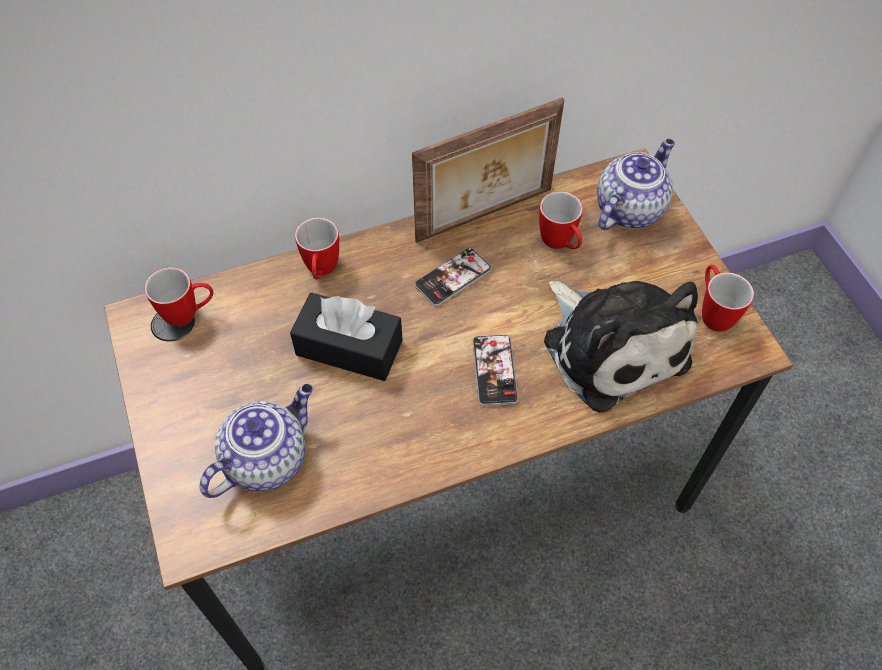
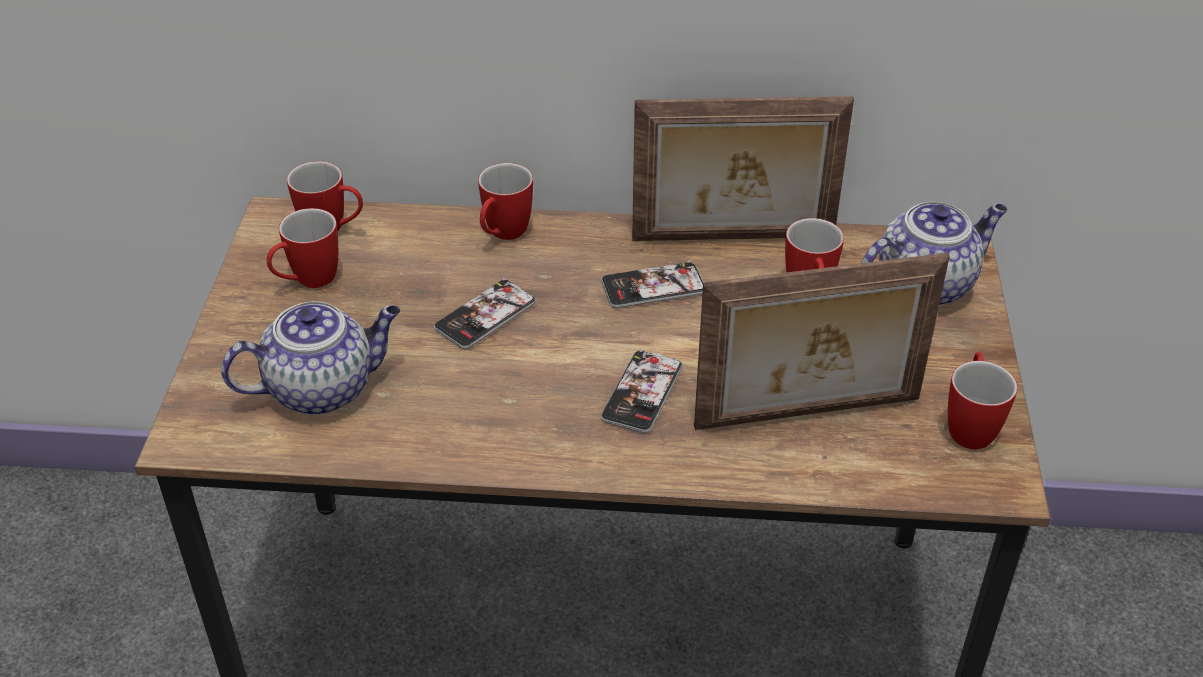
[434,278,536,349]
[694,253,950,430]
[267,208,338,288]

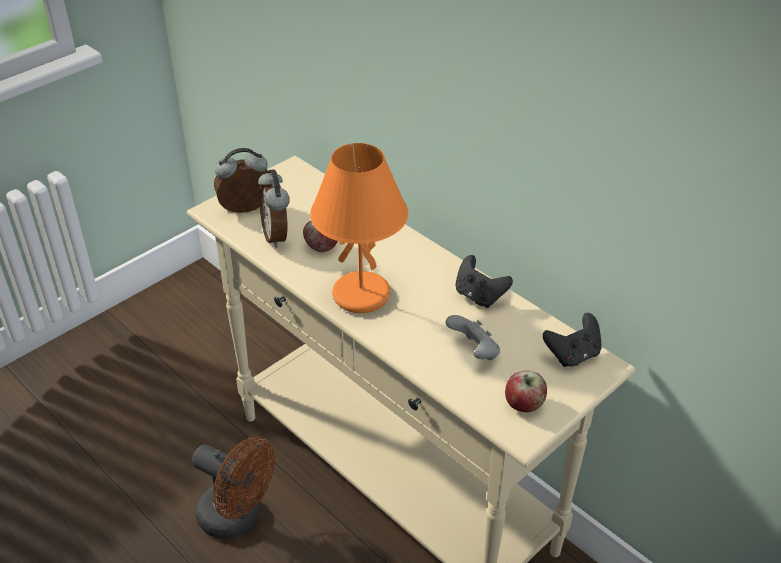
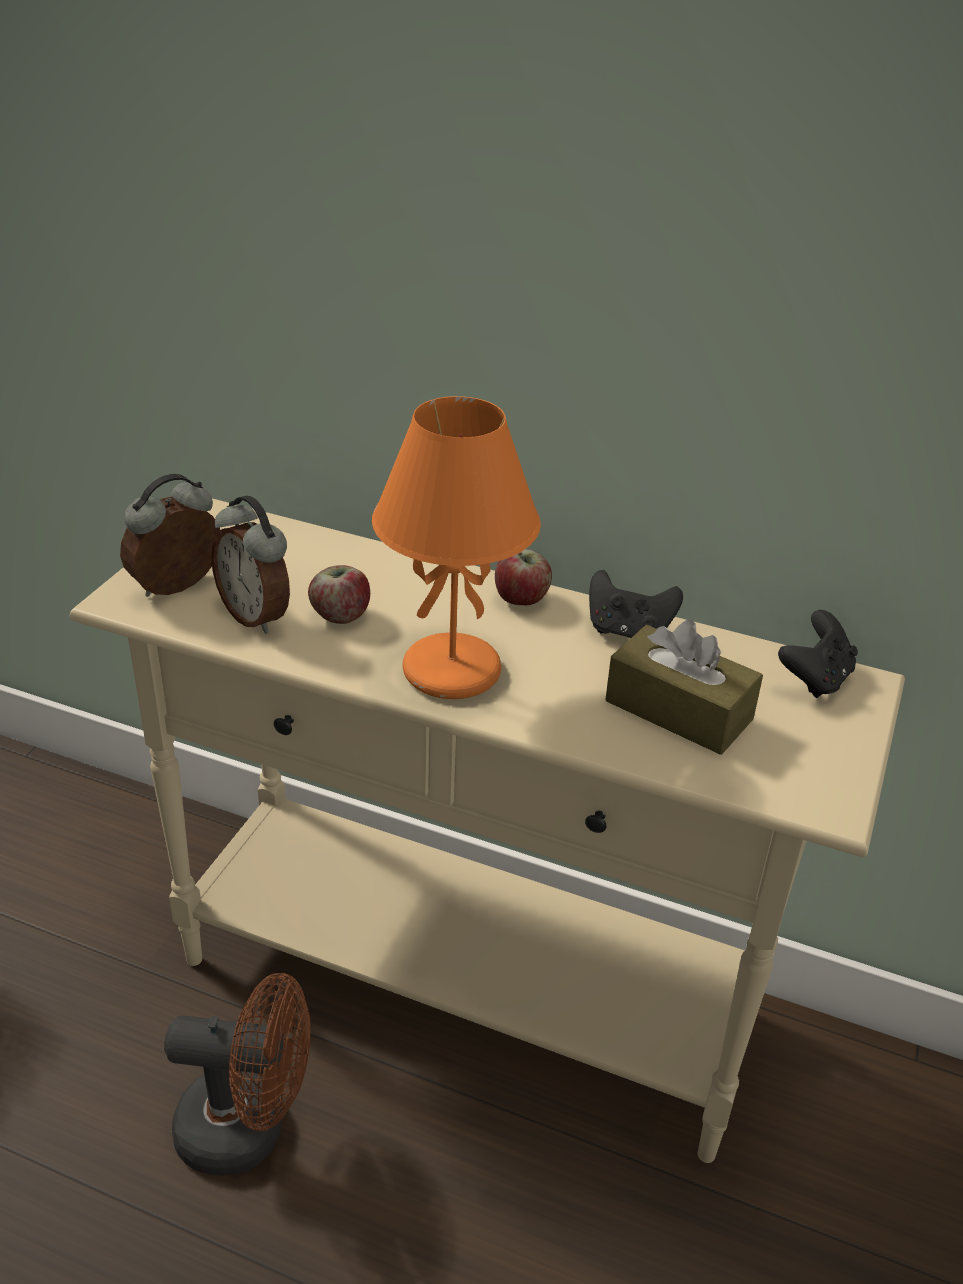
[605,620,763,755]
[495,549,552,605]

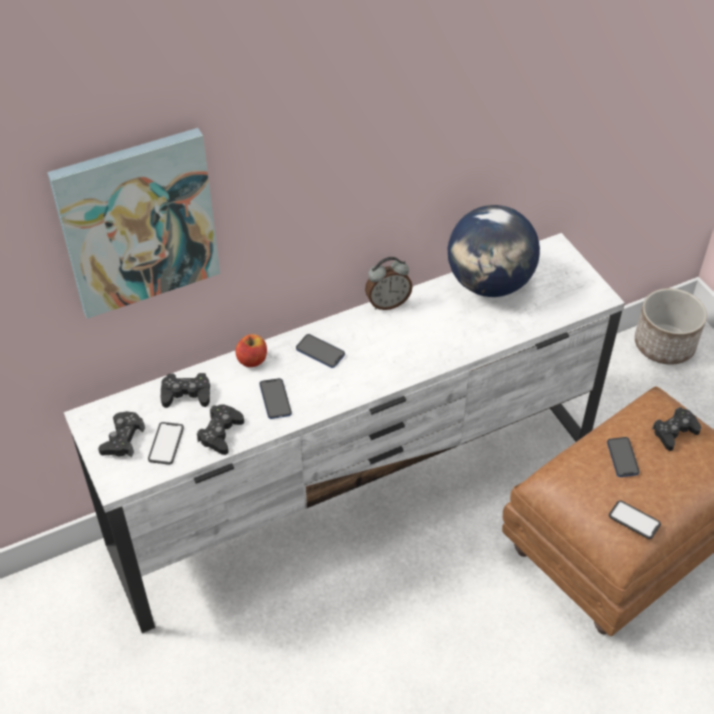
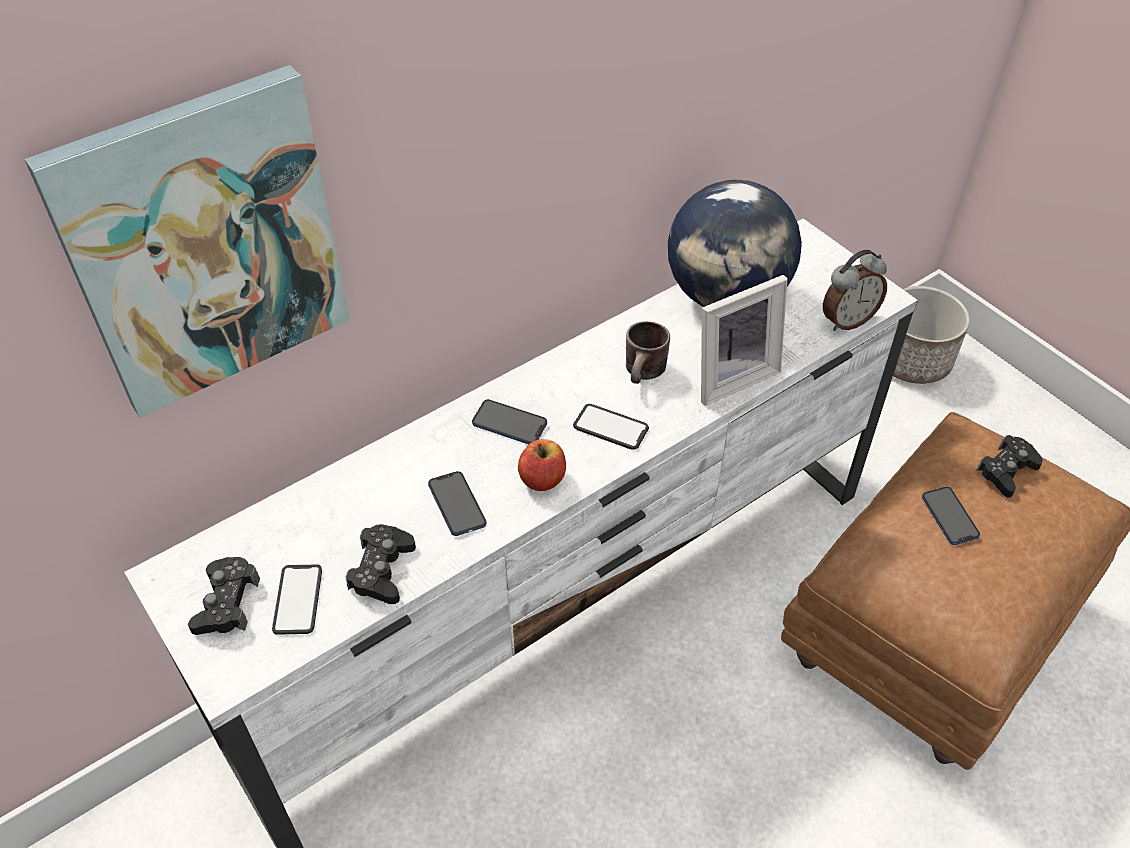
[160,373,210,408] (first image)
[518,439,566,491]
[823,250,887,331]
[573,404,649,450]
[626,321,670,384]
[701,275,788,406]

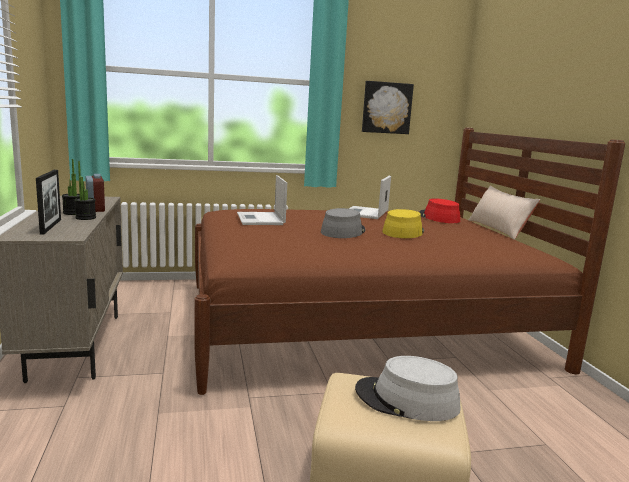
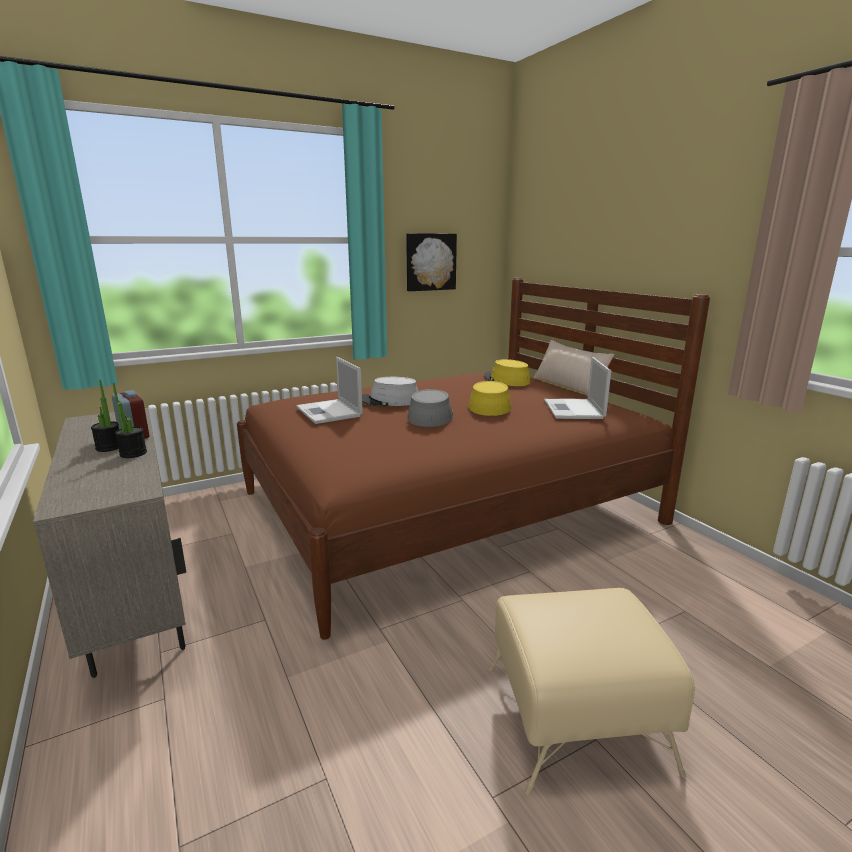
[36,170,61,234] (first image)
[544,357,611,419]
[362,377,418,406]
[484,359,530,386]

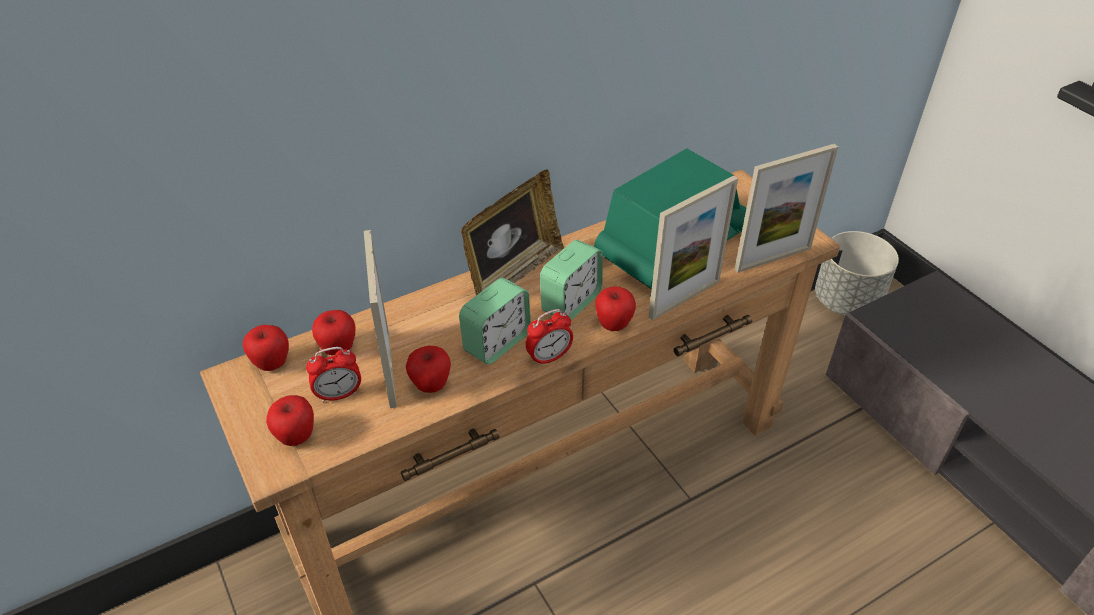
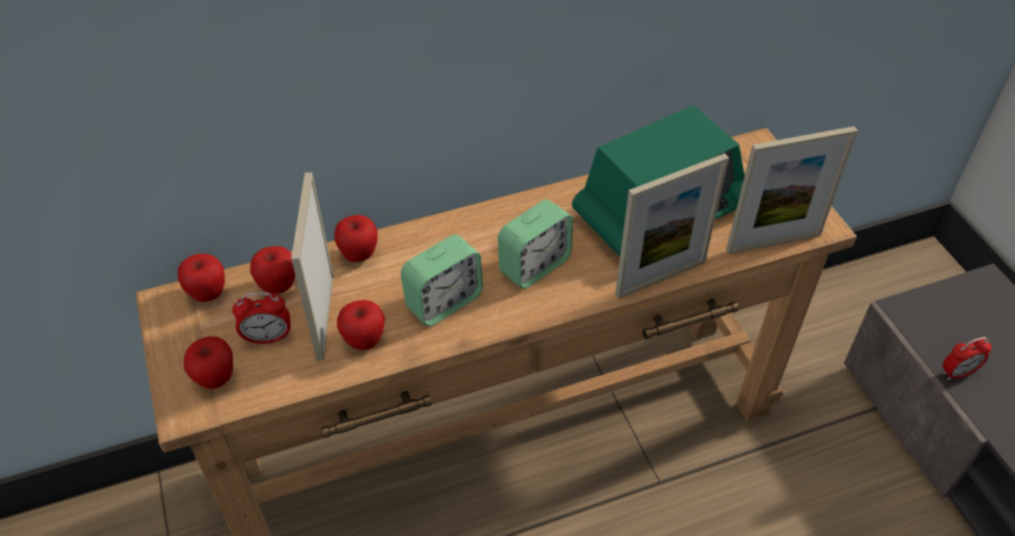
[461,170,564,295] (first image)
[943,337,992,380]
[335,215,378,262]
[815,231,899,316] (first image)

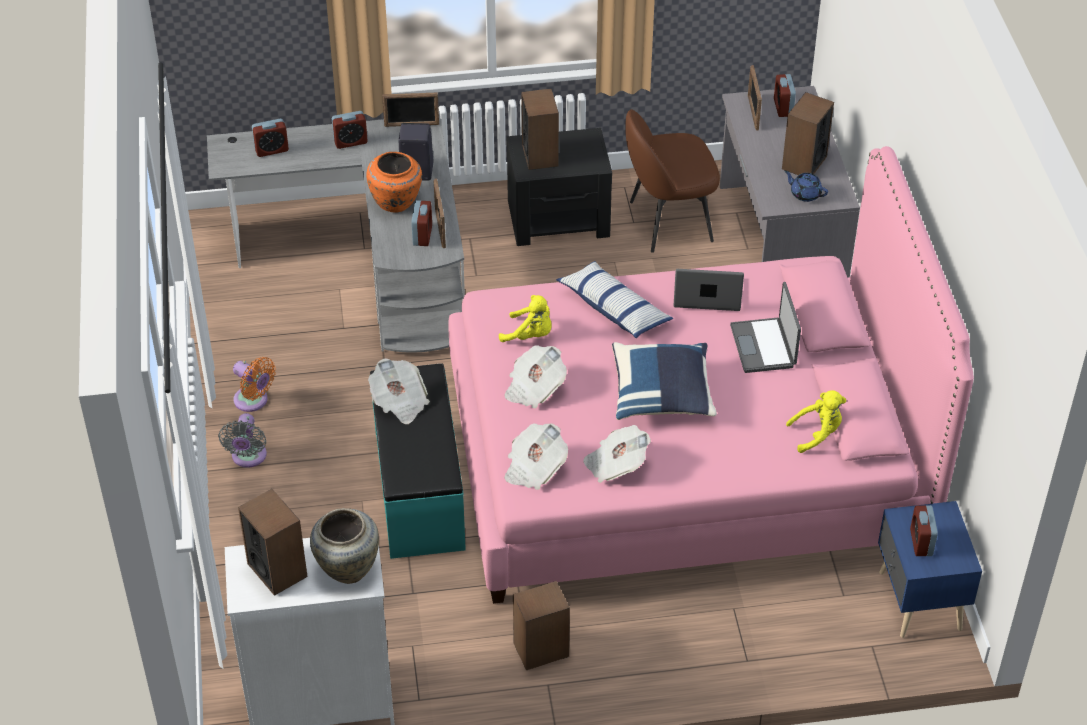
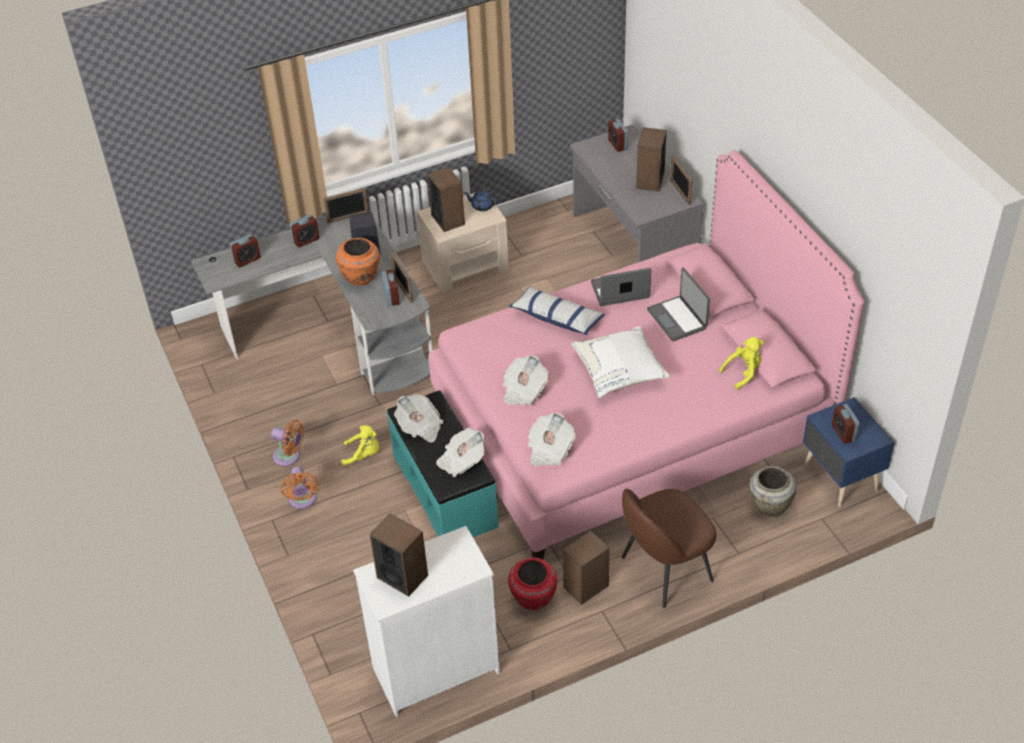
[280,466,319,509]
[749,466,797,517]
[341,425,379,466]
[417,192,509,293]
[436,428,485,477]
[571,326,670,398]
[622,488,717,608]
[670,156,692,205]
[464,190,499,211]
[508,557,557,610]

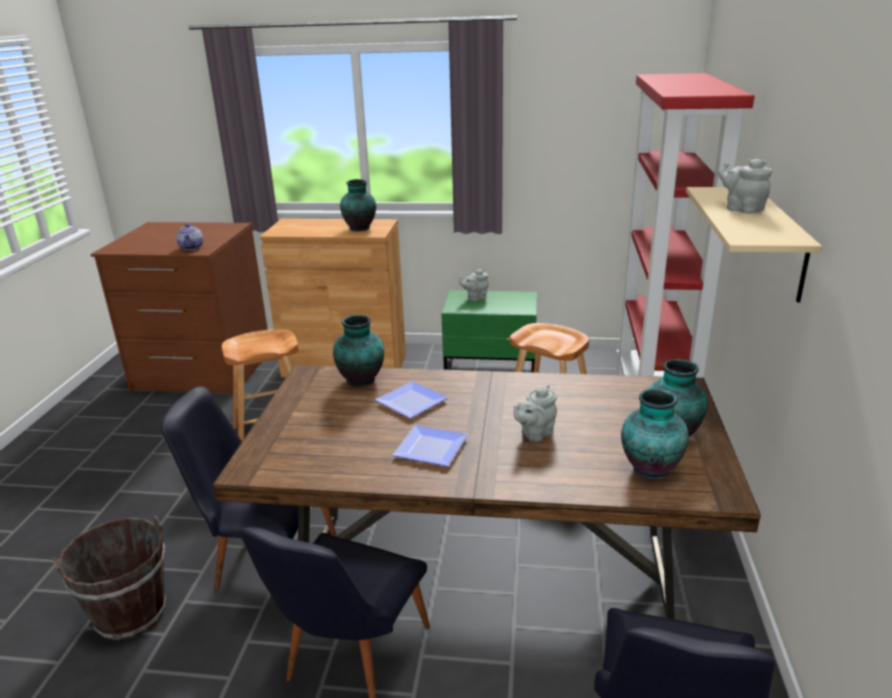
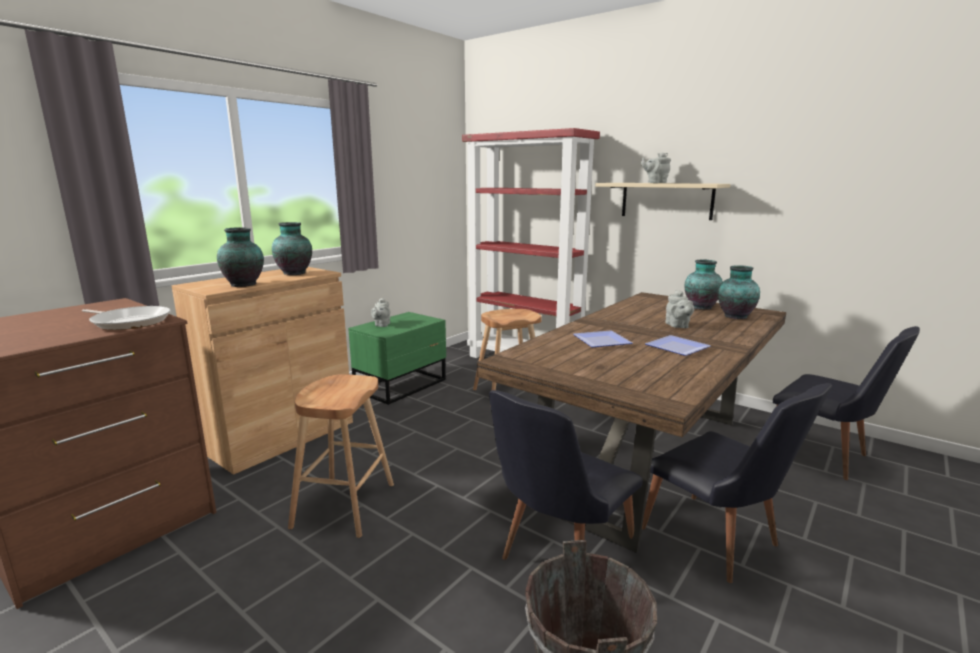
[82,306,170,330]
[217,227,264,287]

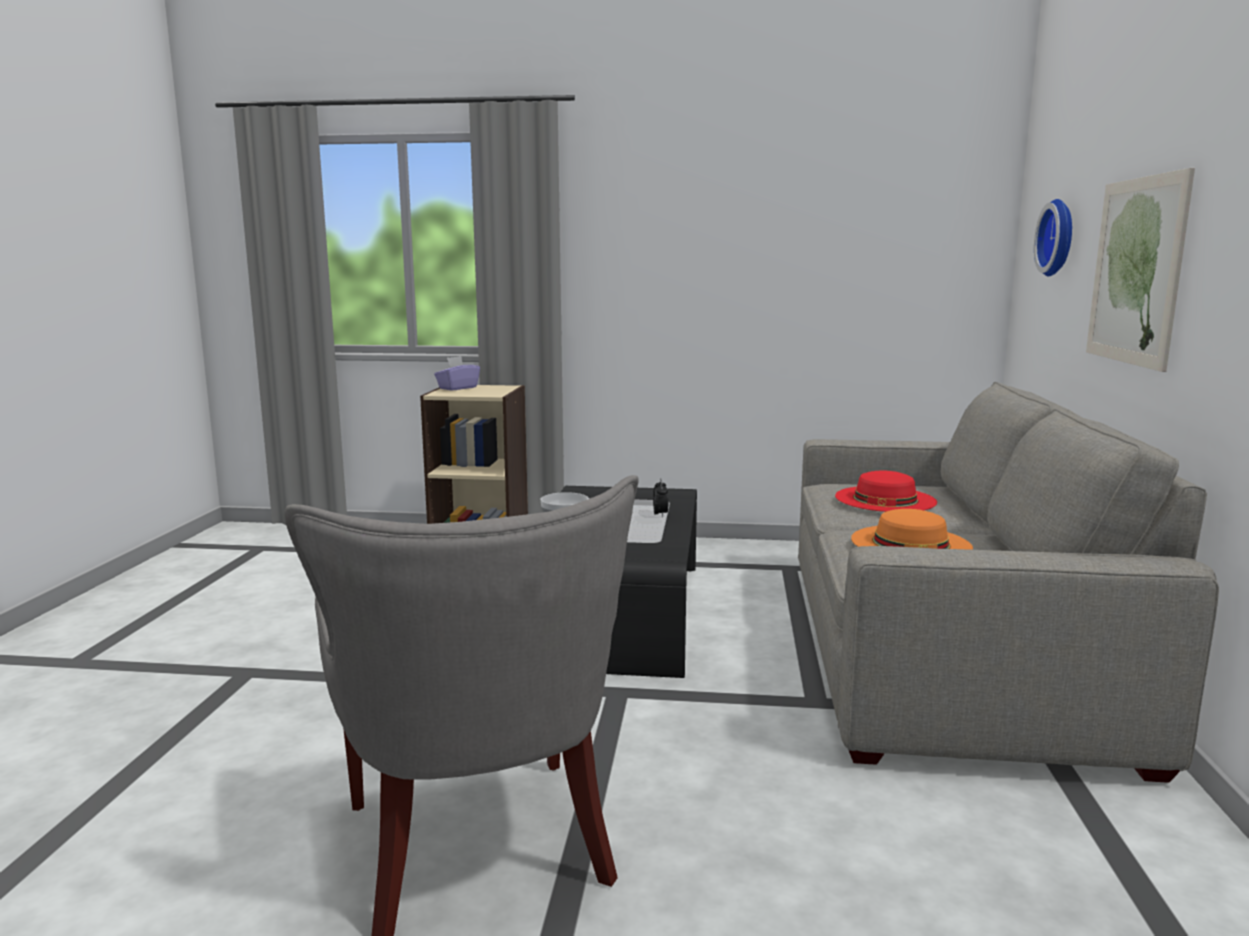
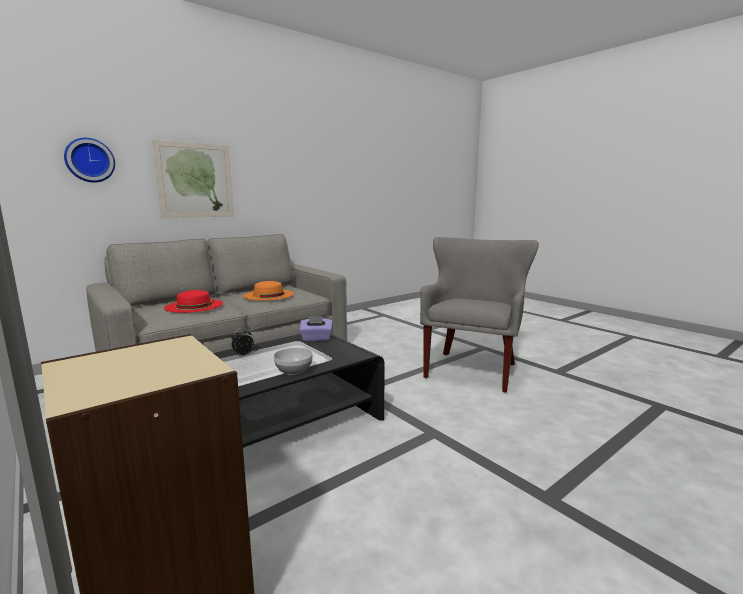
[299,316,333,341]

